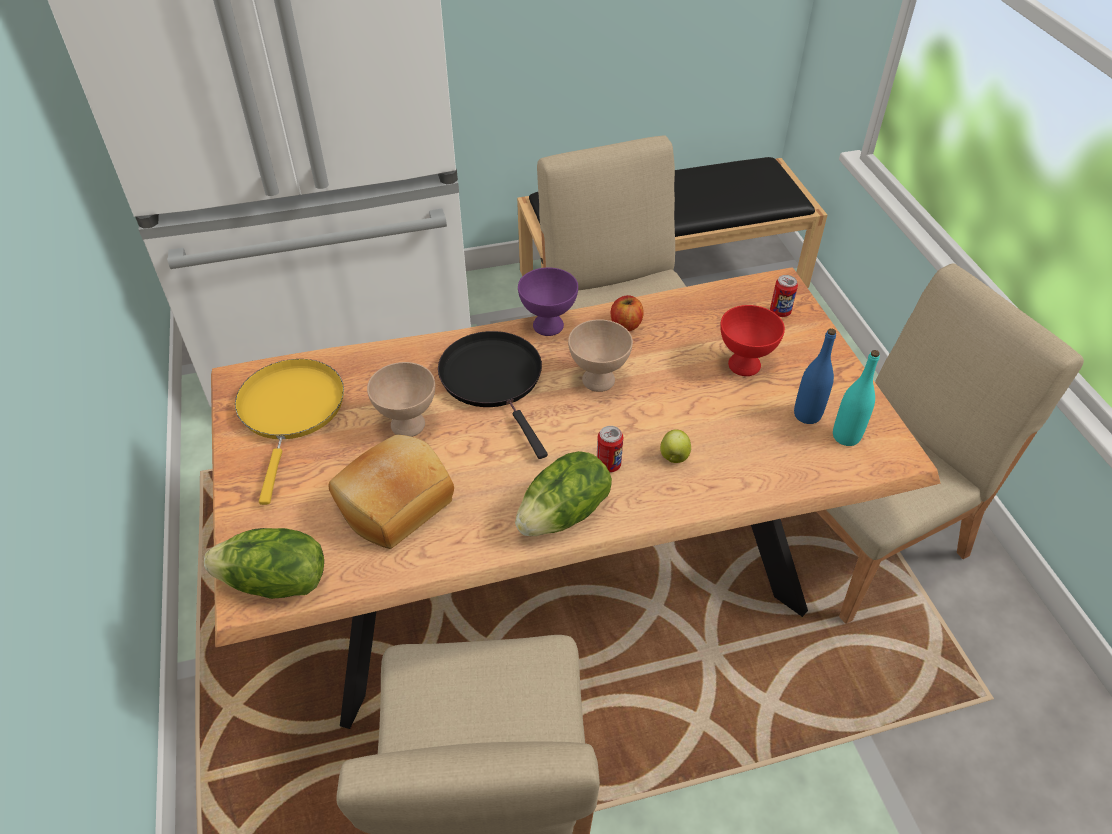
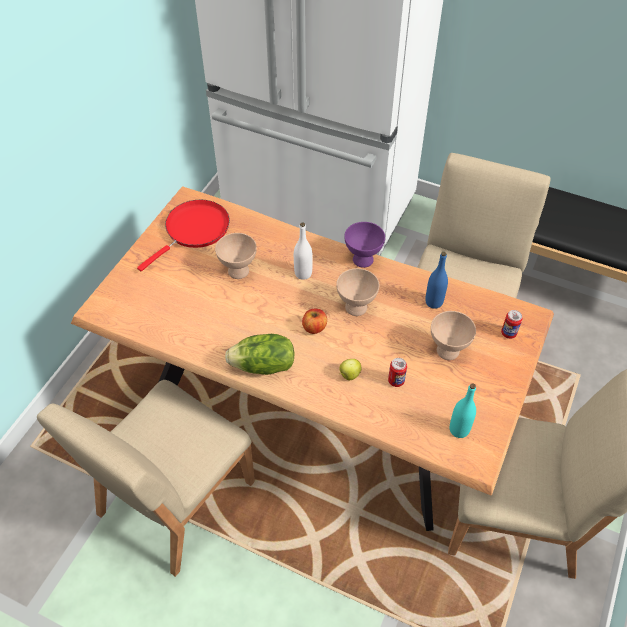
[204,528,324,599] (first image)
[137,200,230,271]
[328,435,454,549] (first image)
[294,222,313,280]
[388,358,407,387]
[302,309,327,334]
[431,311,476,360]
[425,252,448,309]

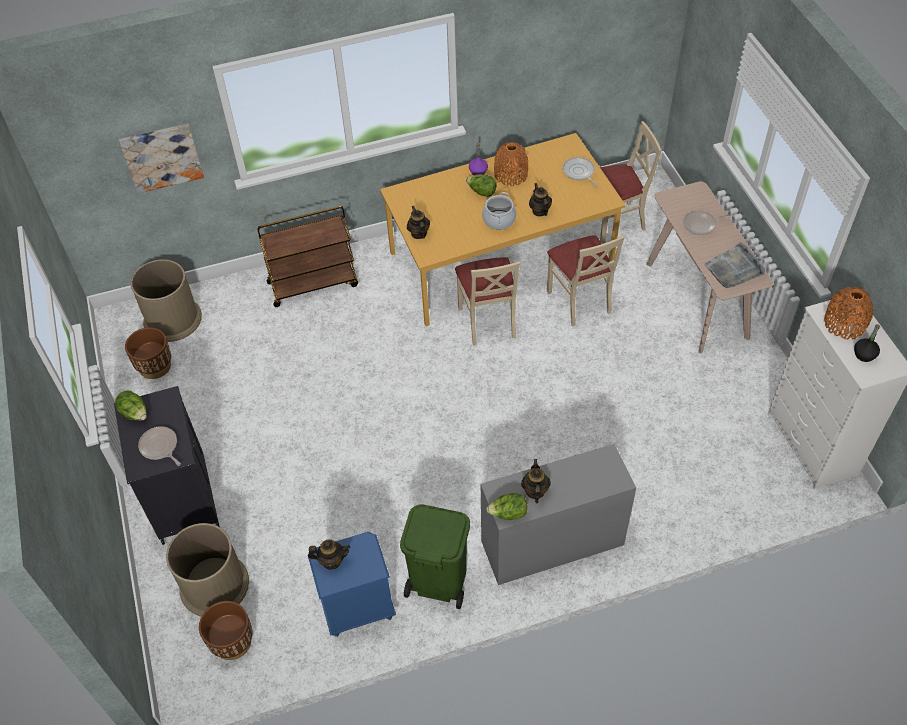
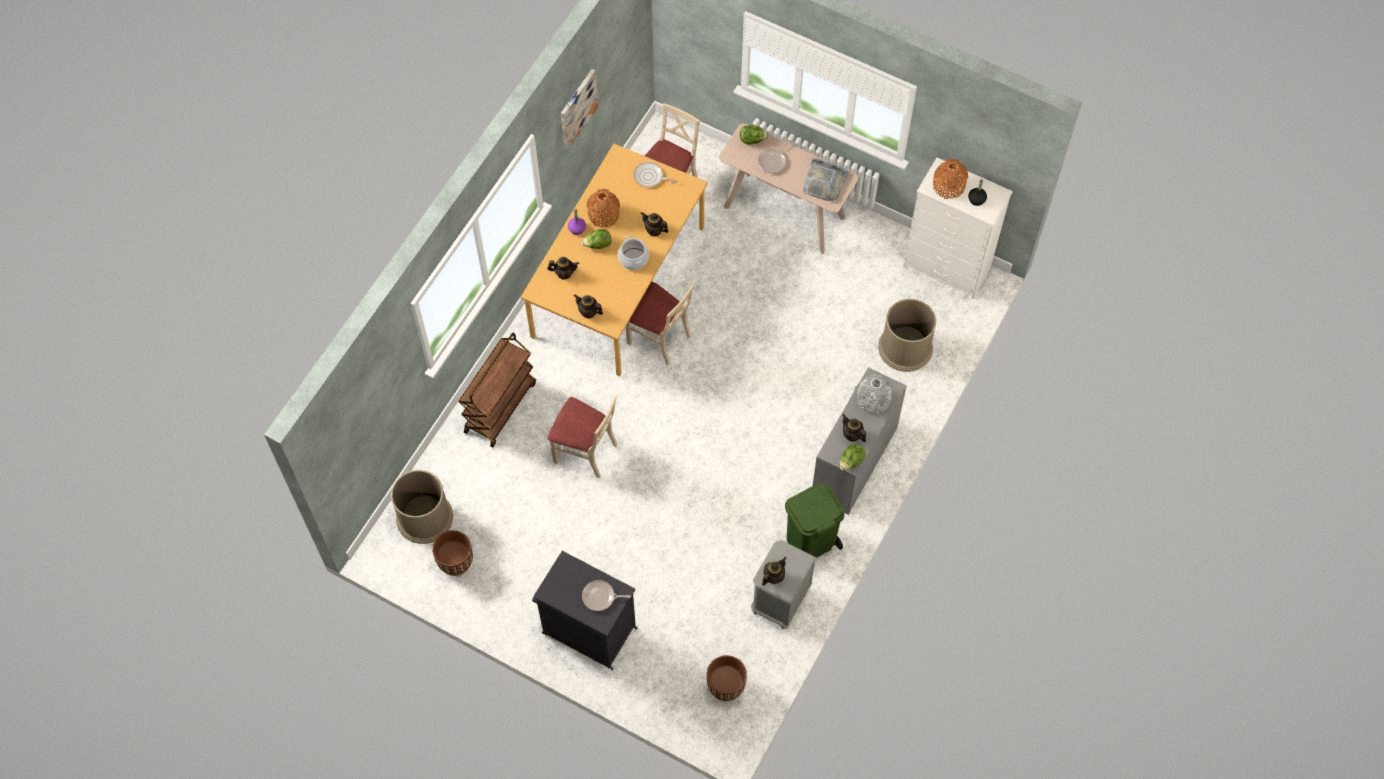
[740,125,769,145]
[561,69,598,149]
[878,299,936,372]
[751,540,816,629]
[547,396,618,478]
[547,257,579,280]
[857,374,892,414]

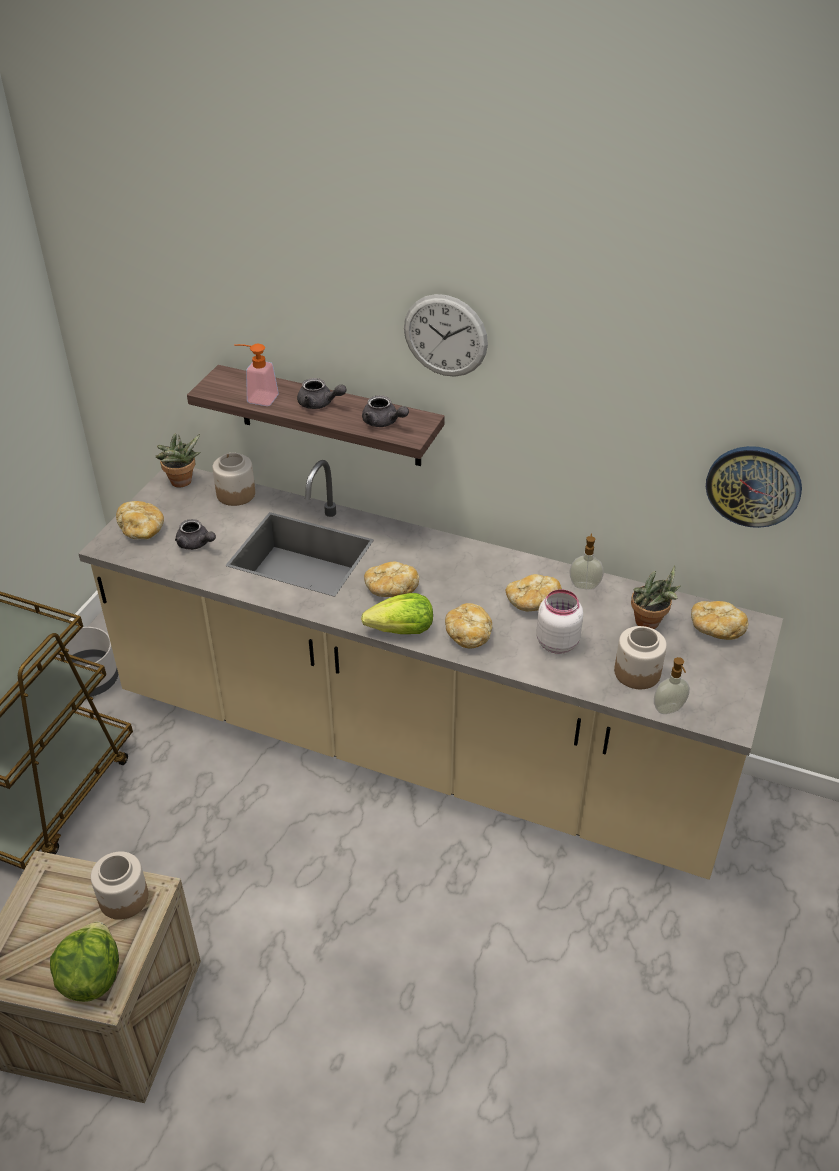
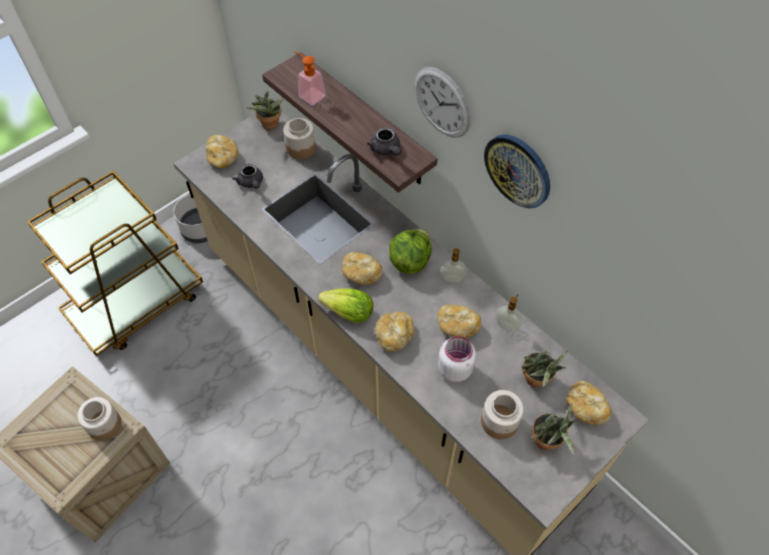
[389,229,432,274]
[297,378,346,409] (first image)
[440,248,467,283]
[484,135,550,208]
[532,403,576,455]

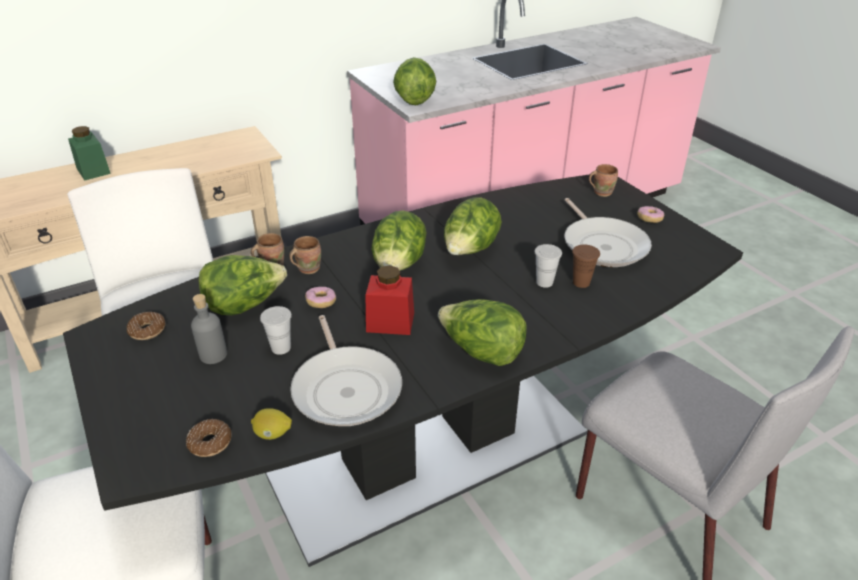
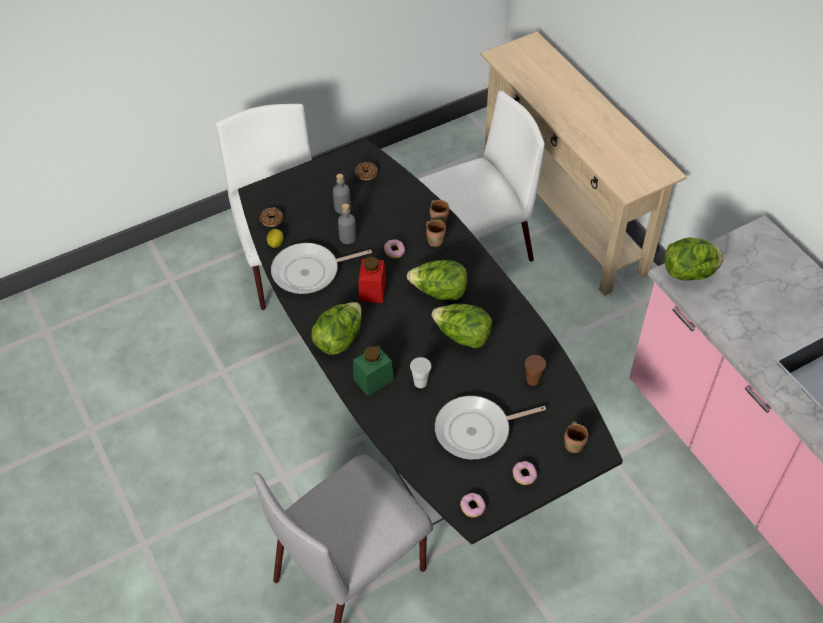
[353,346,394,396]
[198,255,287,315] (first image)
[338,204,356,244]
[525,355,546,386]
[460,493,486,518]

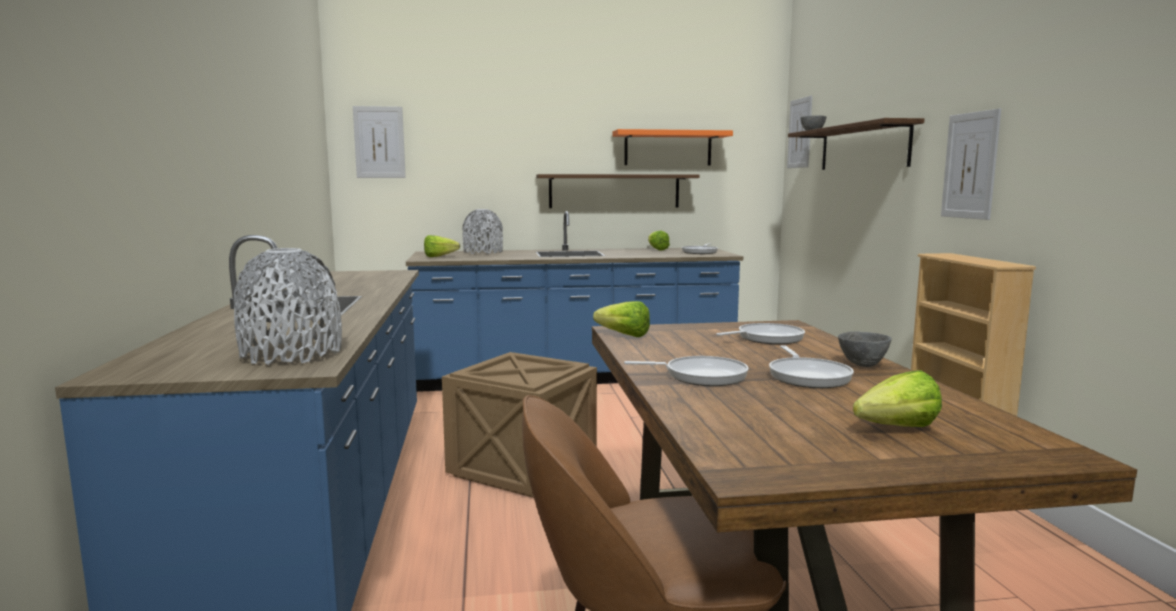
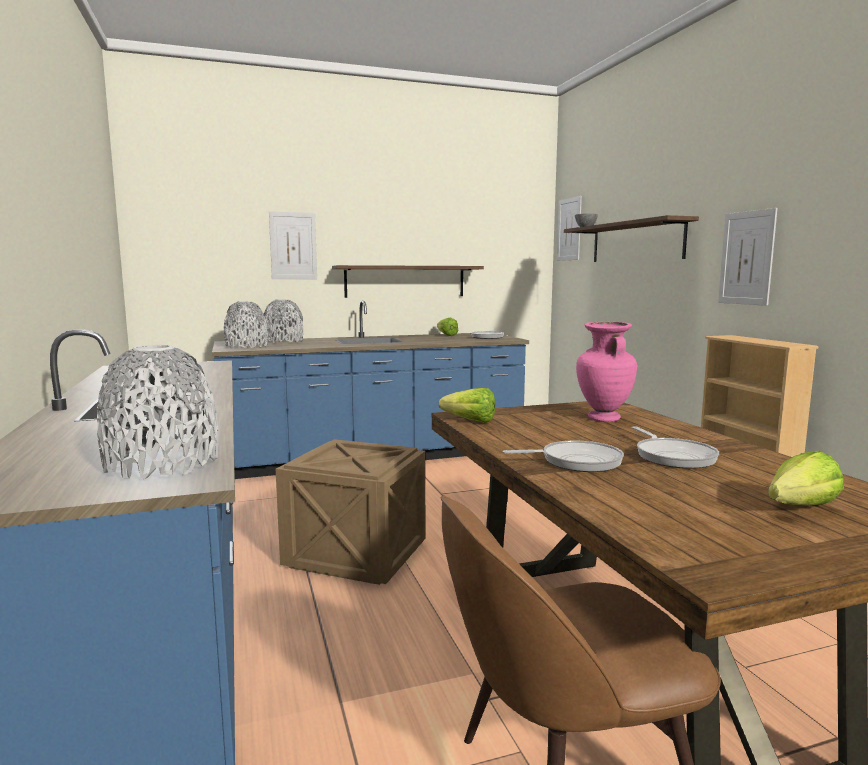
[269,211,317,279]
[224,301,267,348]
[613,129,733,165] (first image)
[576,322,637,422]
[838,331,892,367] (first image)

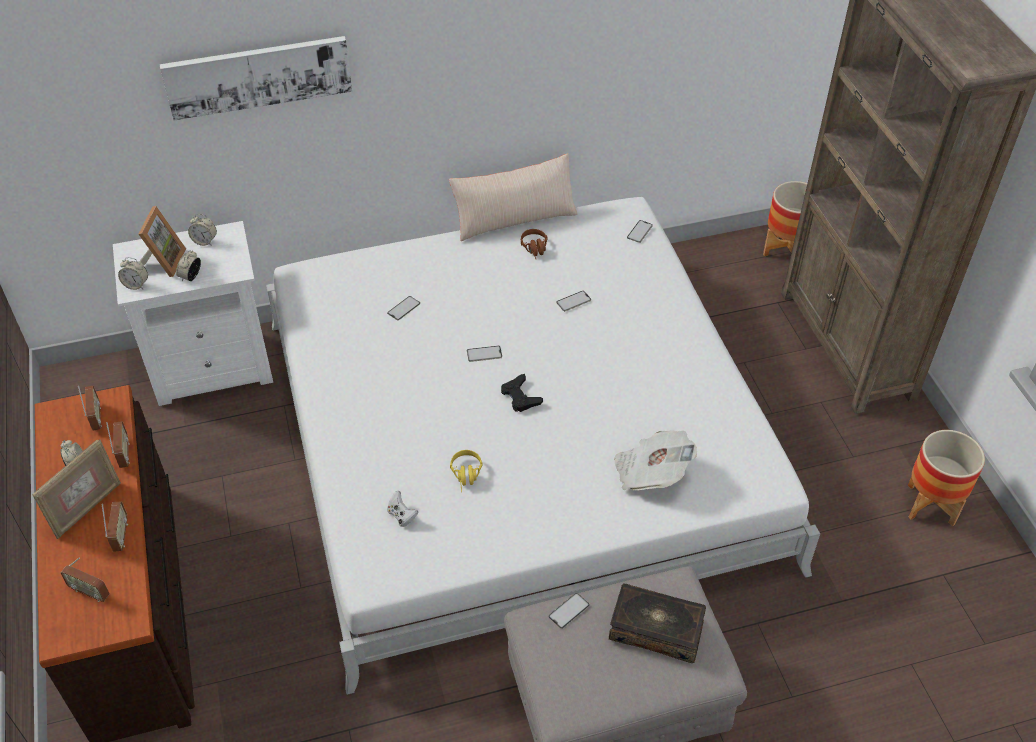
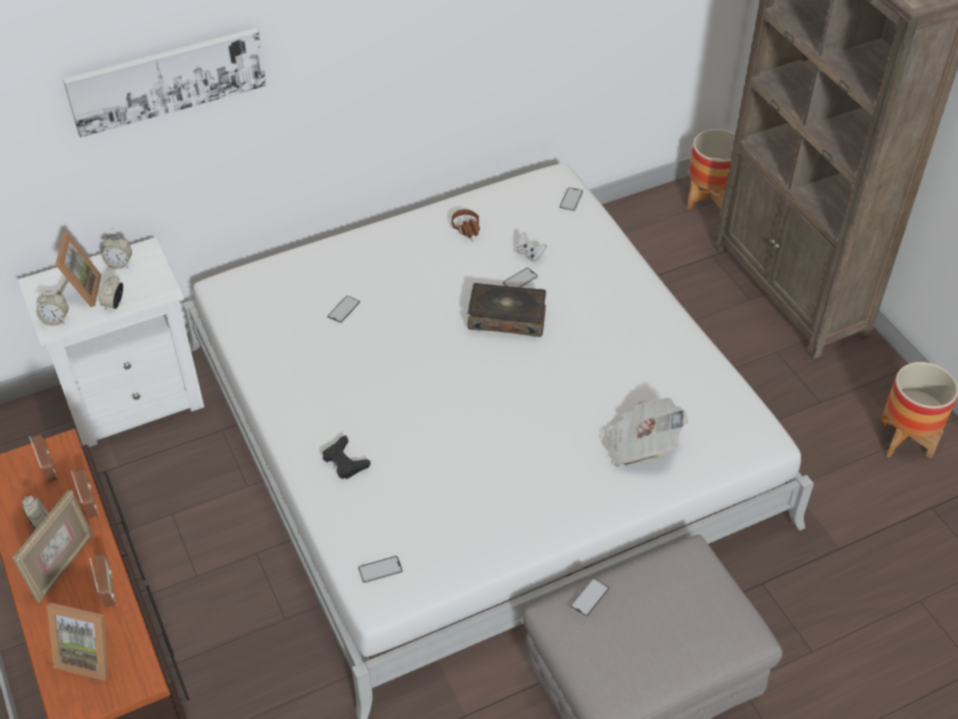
[47,603,108,681]
[516,232,547,262]
[449,153,578,241] (first image)
[450,450,483,492] (first image)
[358,556,403,583]
[322,435,370,479]
[468,283,546,337]

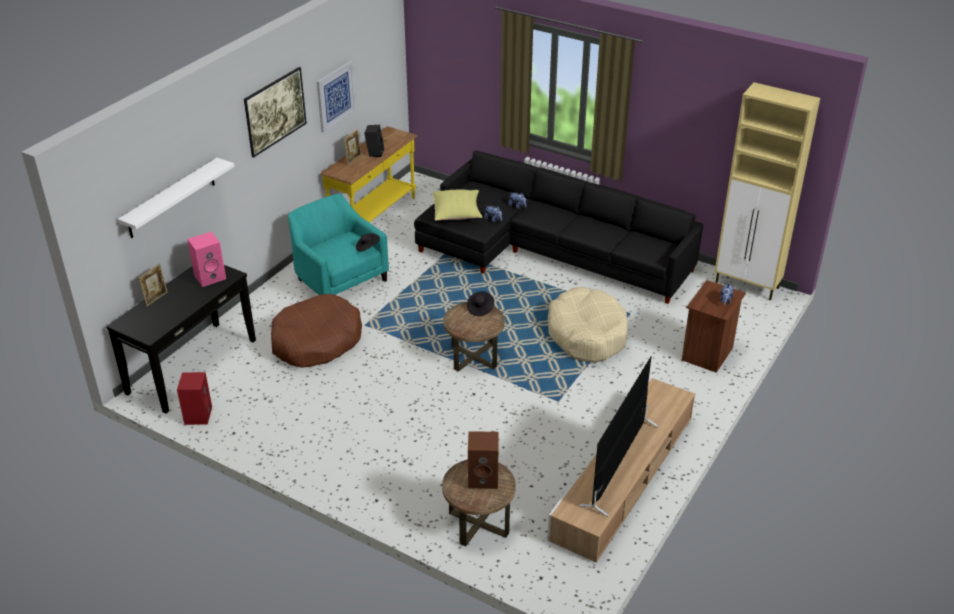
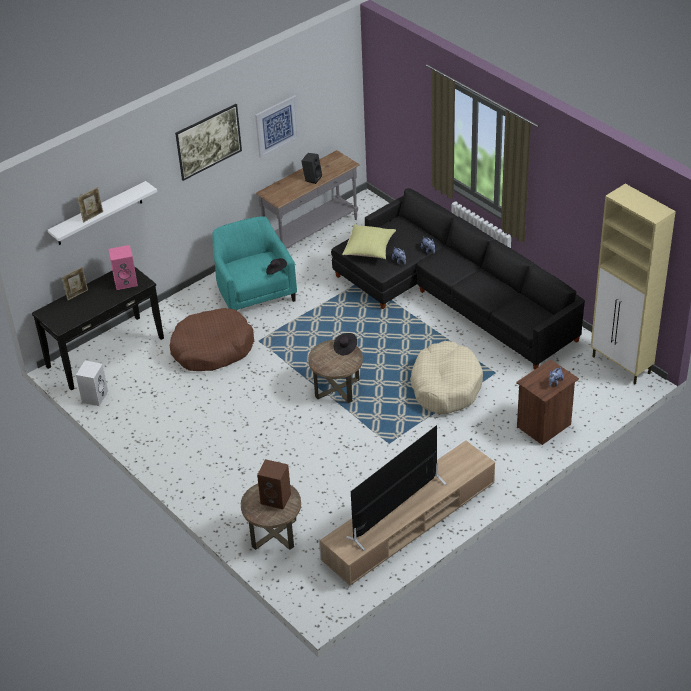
[76,361,108,406]
[256,150,360,248]
[77,187,103,222]

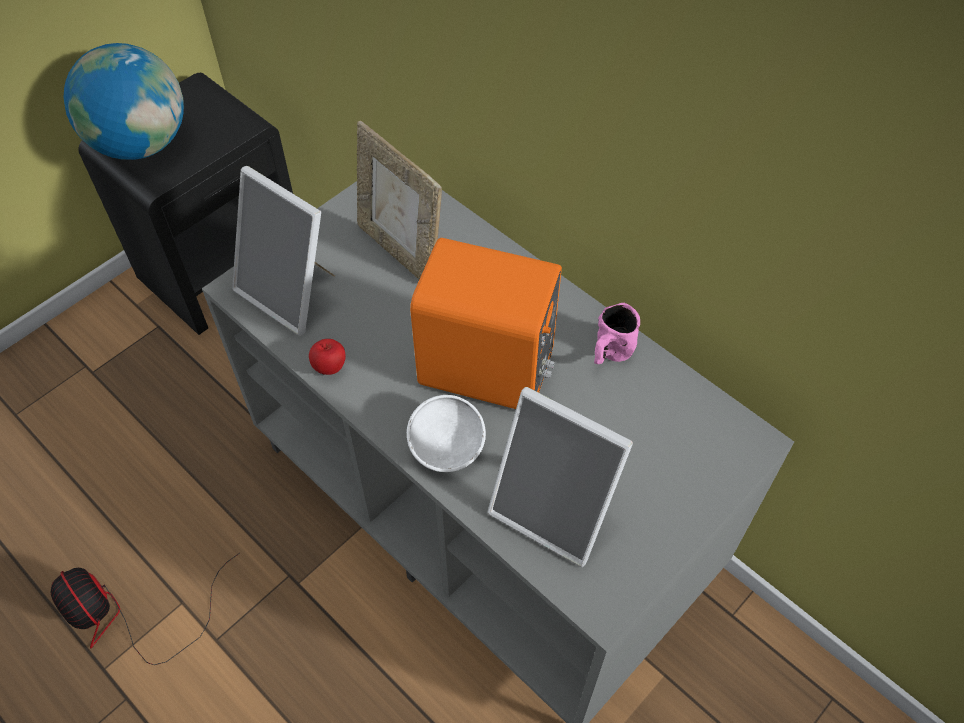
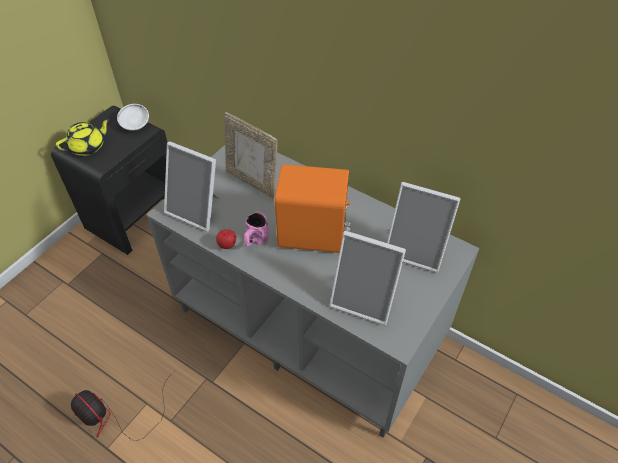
[56,118,110,156]
[117,104,149,131]
[244,211,269,247]
[387,182,461,273]

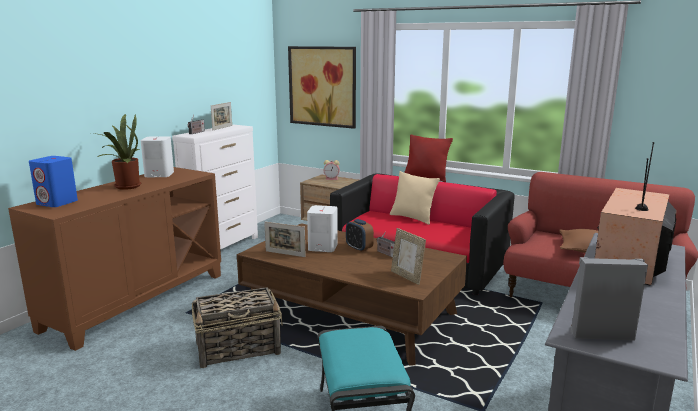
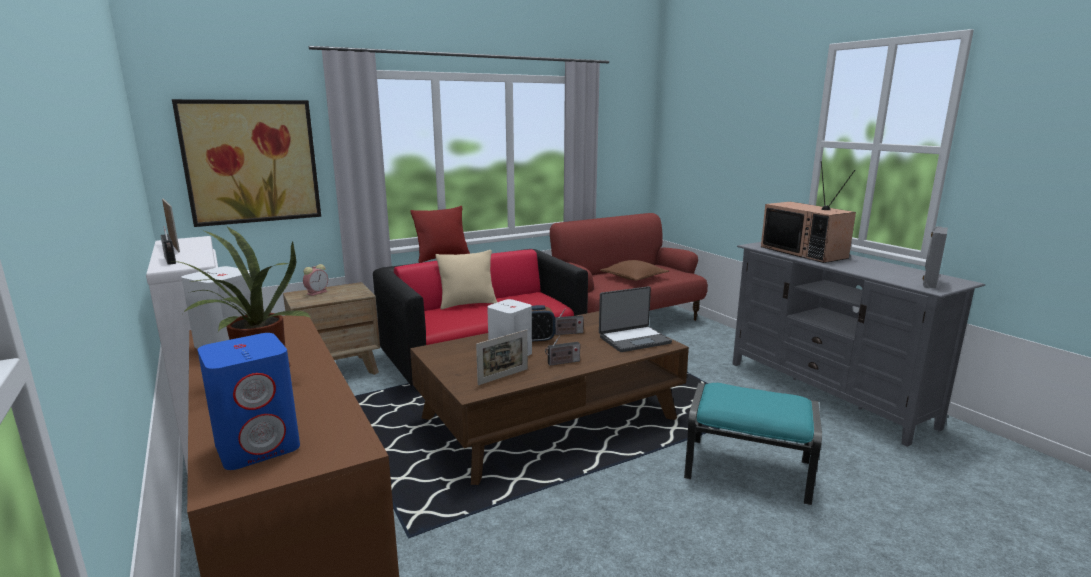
[192,287,283,368] (first image)
[599,286,672,352]
[545,335,580,366]

